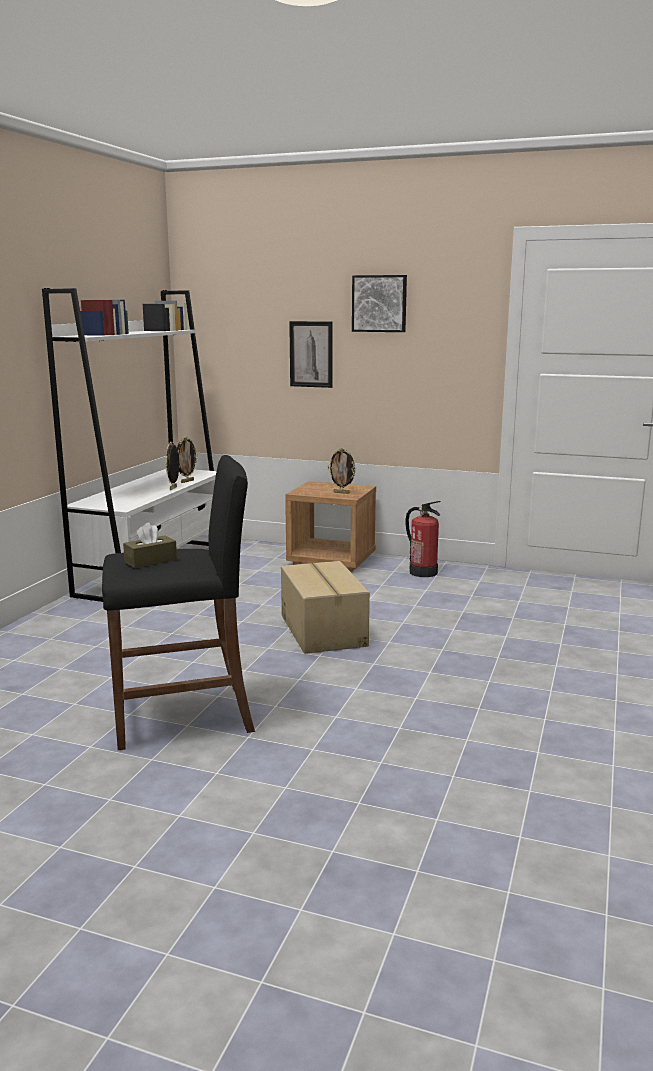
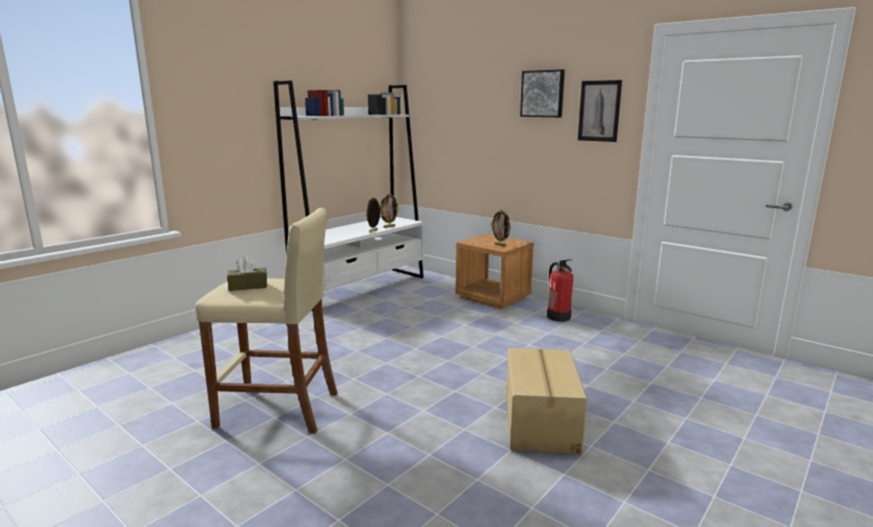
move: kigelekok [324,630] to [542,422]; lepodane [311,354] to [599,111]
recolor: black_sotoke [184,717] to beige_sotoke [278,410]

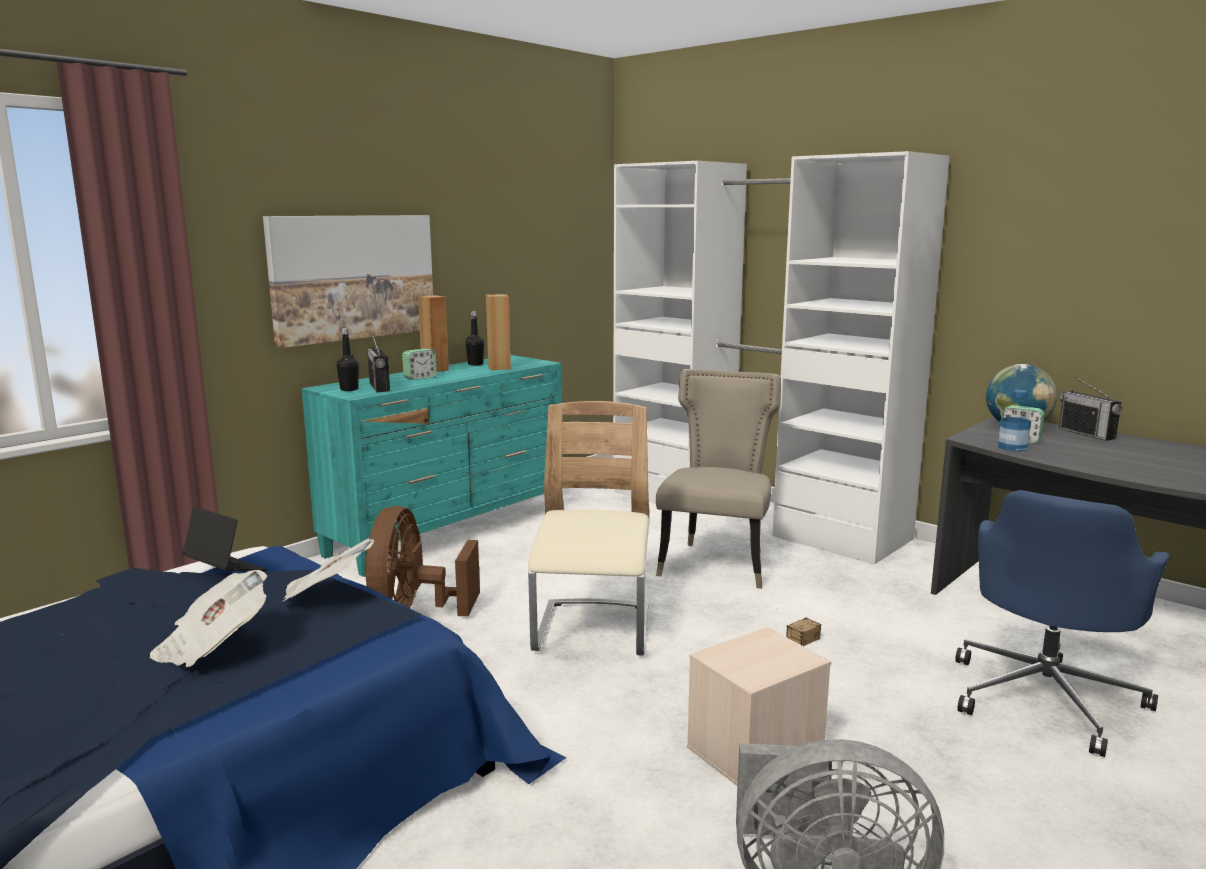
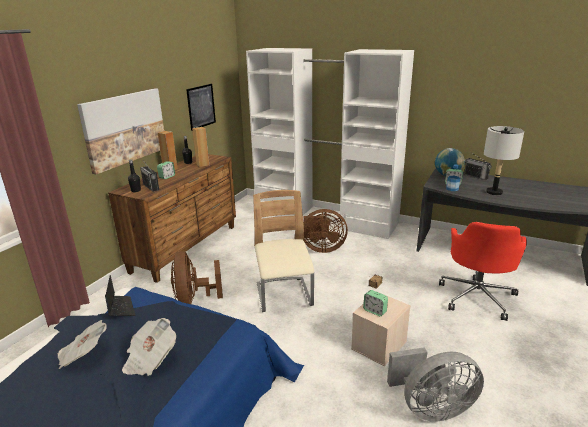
insert: lepodane [201,106]; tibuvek [375,311]; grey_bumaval [494,192]
move: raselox [327,593] to [83,354]
replace: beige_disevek [717,563] to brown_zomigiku [322,248]
recolor: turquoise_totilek [449,531] to brown_totilek [186,248]; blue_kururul [1046,697] to red_kururul [477,296]
rotate: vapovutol [225,570] = [120,309] 45 degrees clockwise

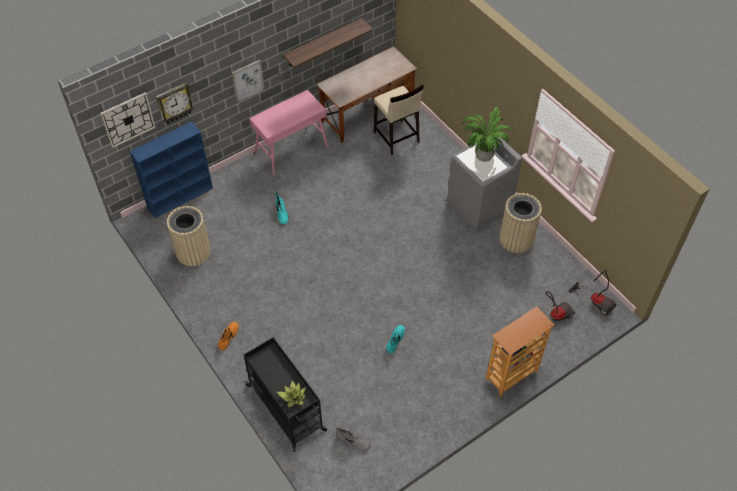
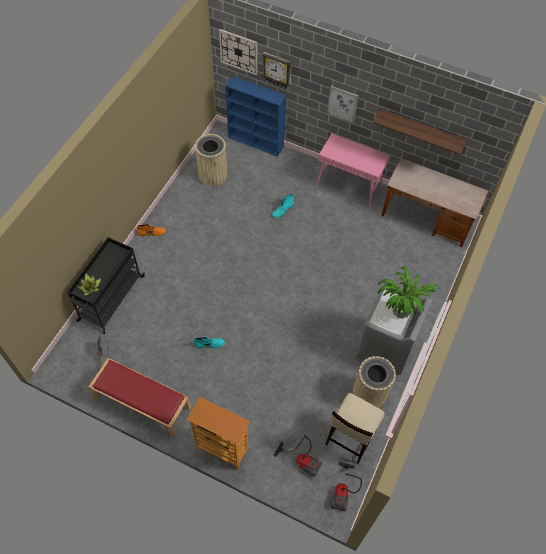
insert: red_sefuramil [142,402]
move: beige_sotoke [396,138] to [350,438]

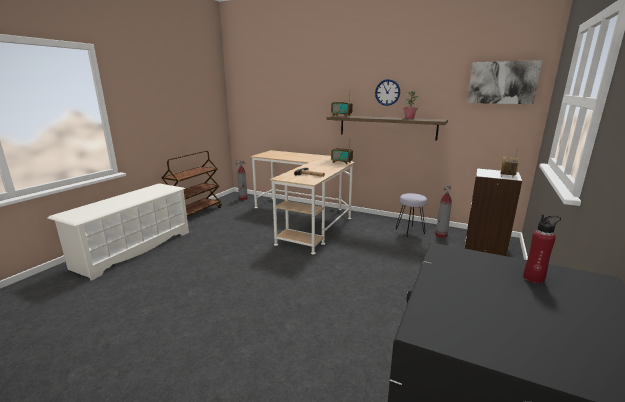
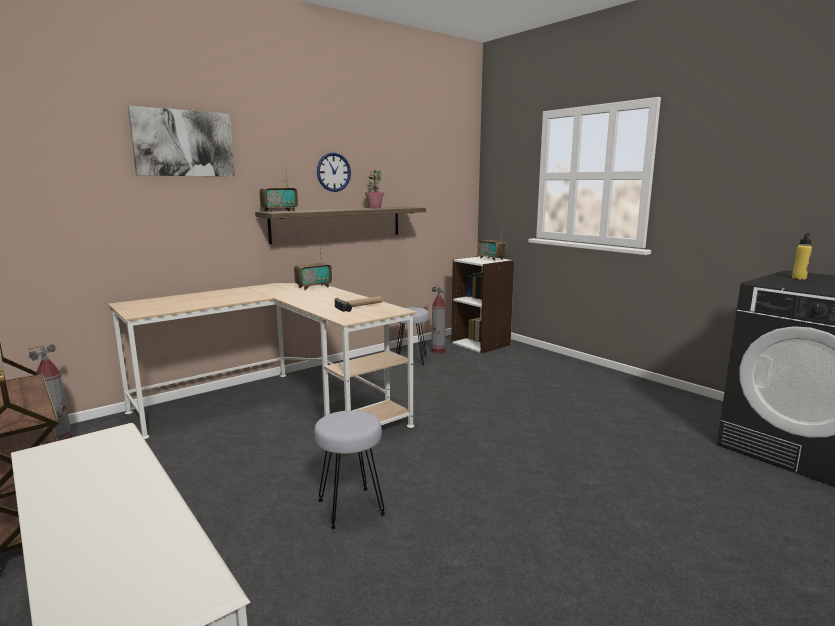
insert: grey_sotoke [350,508]
move: lepodane [502,82] to [184,143]
recolor: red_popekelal [533,278] to yellow_popekelal [799,278]

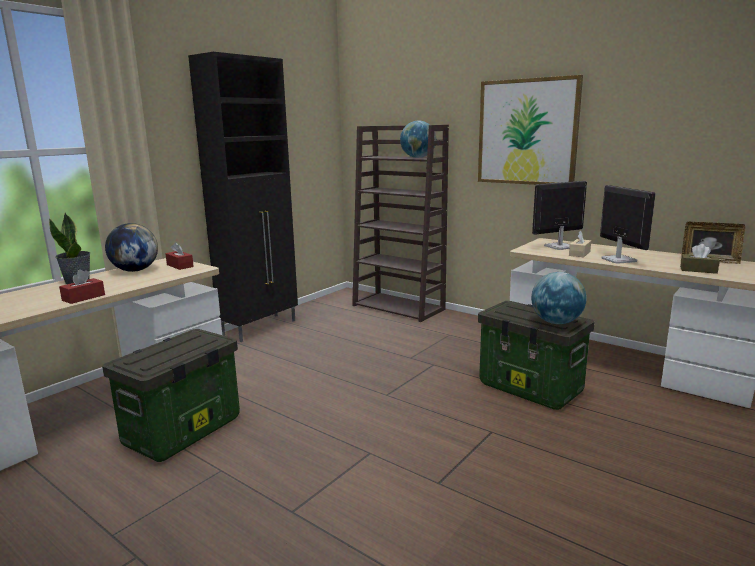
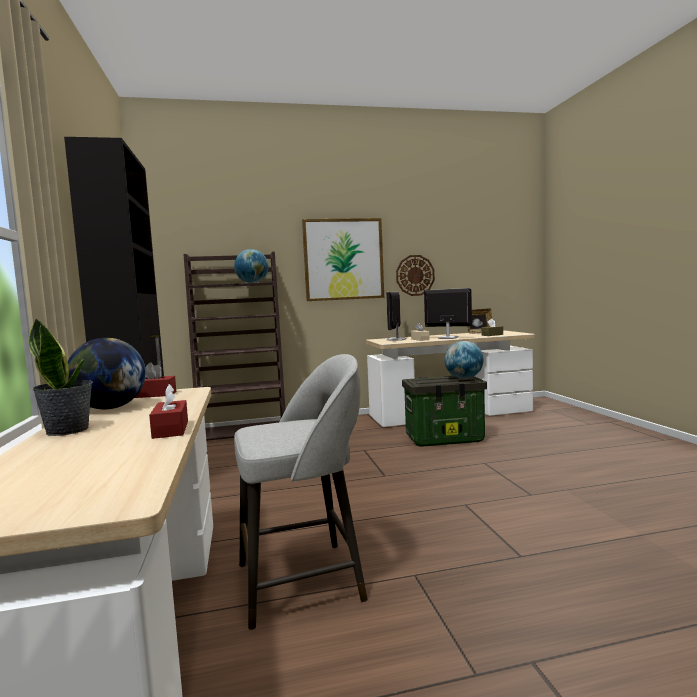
insert: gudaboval [415,275]
replace: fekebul [183,432] to grey_sotoke [304,581]

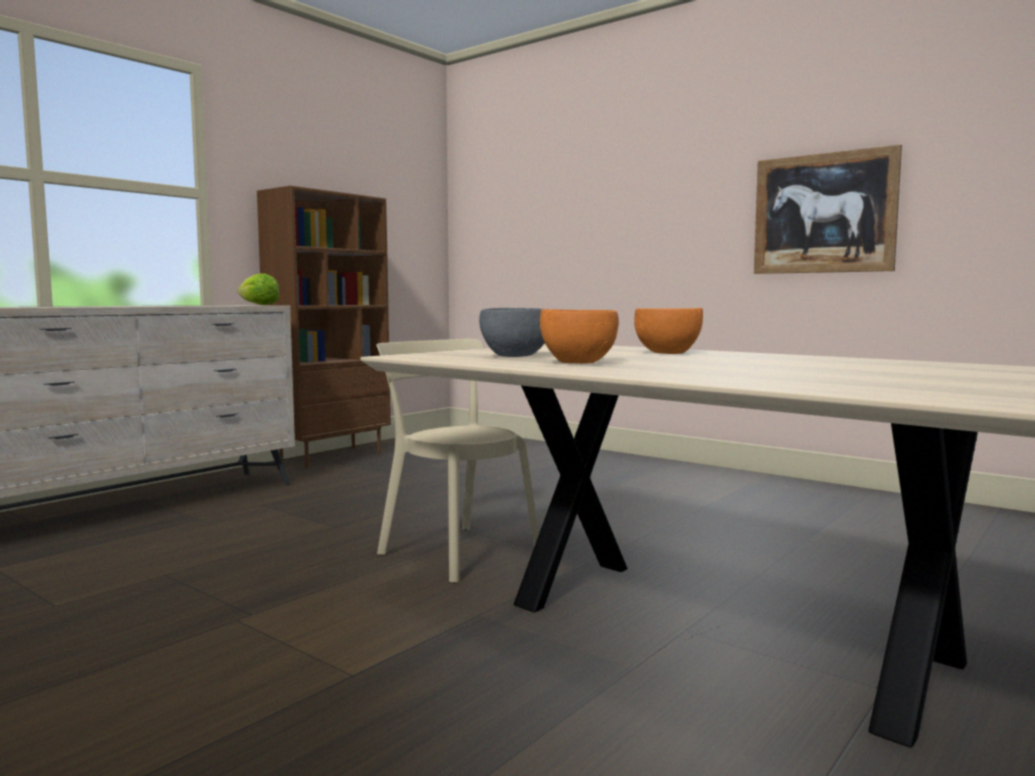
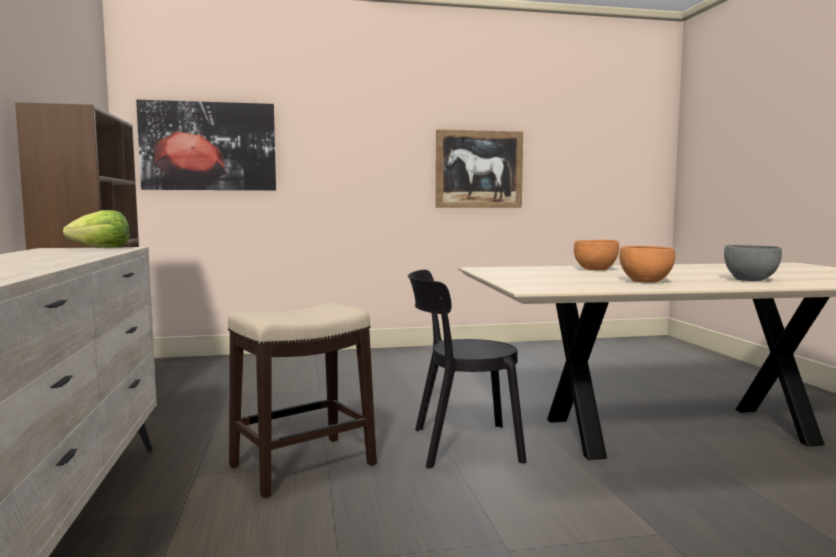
insert: lepodane [208,146]; sotoke [304,465]
move: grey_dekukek [514,356] to [750,280]
recolor: beige_disevek [455,551] to black_disevek [460,445]

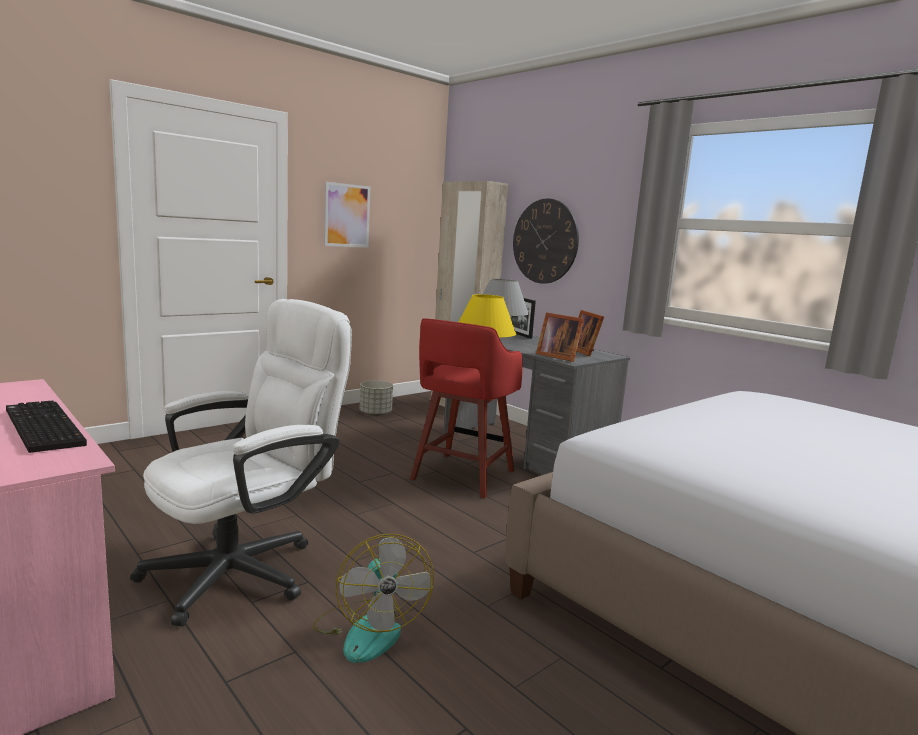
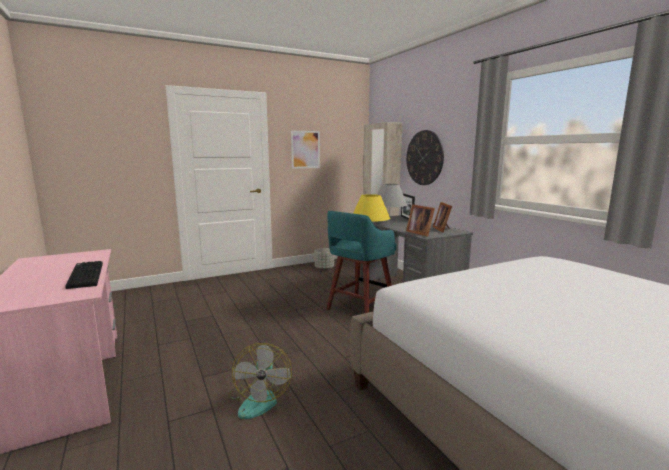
delete: white_kururul [247,568]
recolor: red_sotoke [461,476] to turquoise_sotoke [359,308]

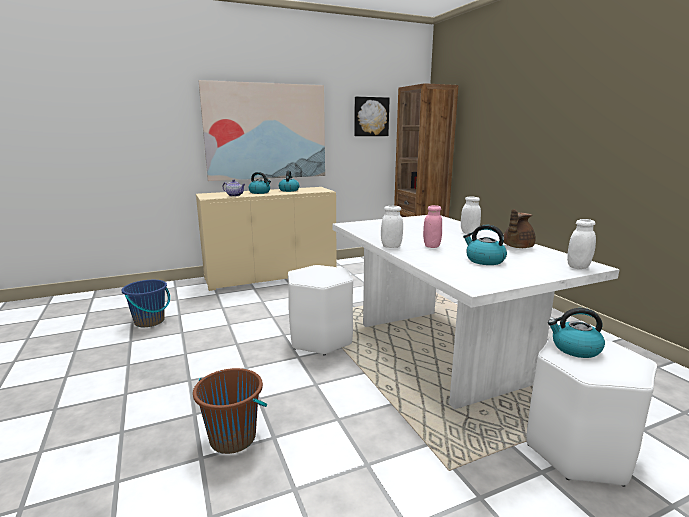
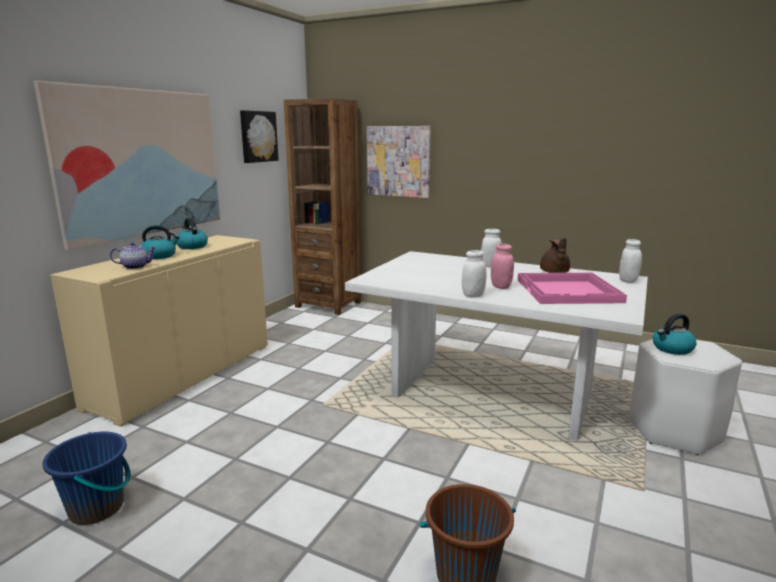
delete: white_sotoke [320,339]
insert: lepodane [398,161]
replace: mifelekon [484,260] to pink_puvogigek [569,291]

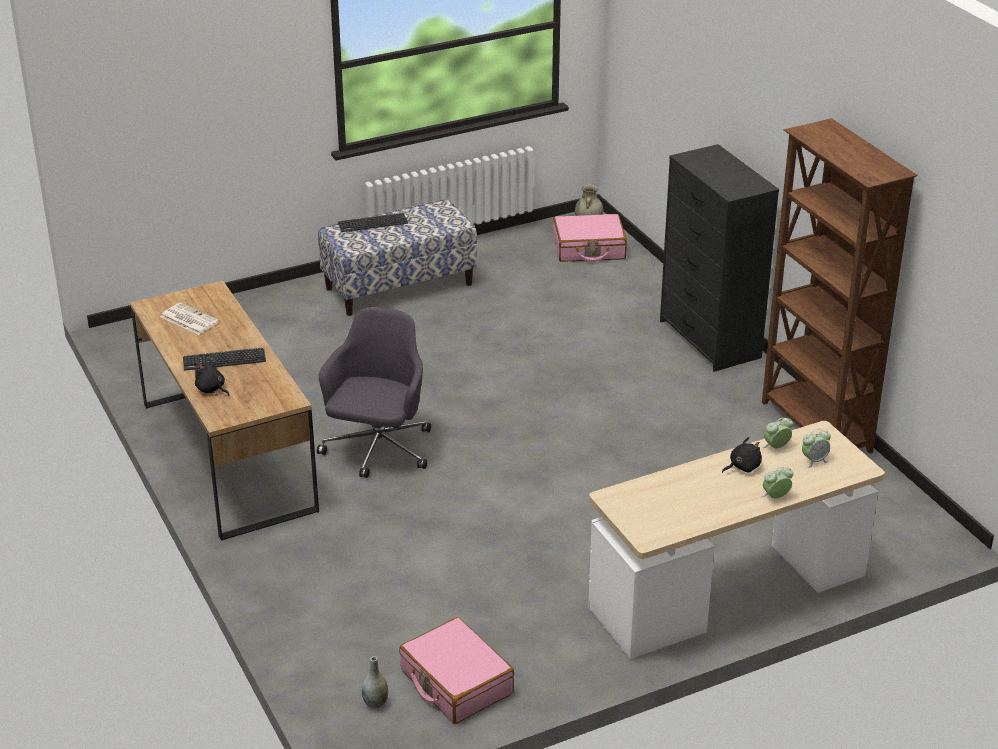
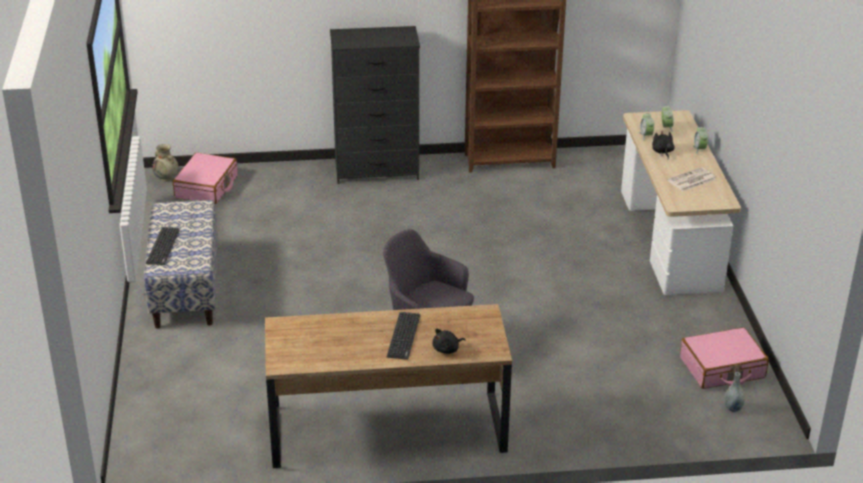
move: raselox [188,319] to [691,180]

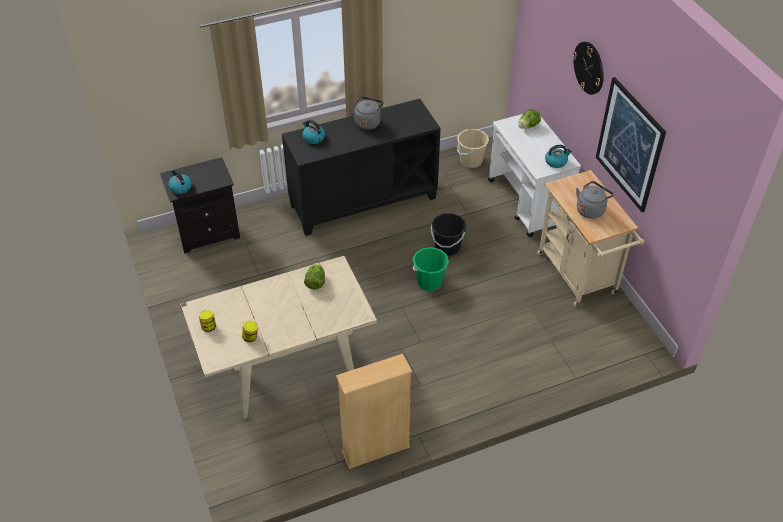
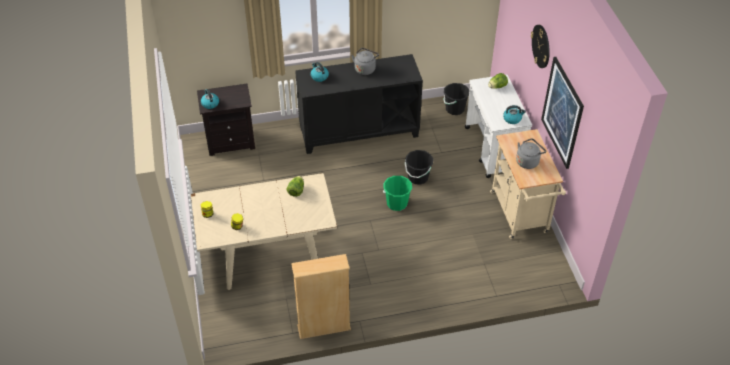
recolor: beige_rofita [471,160] to black_rofita [454,109]

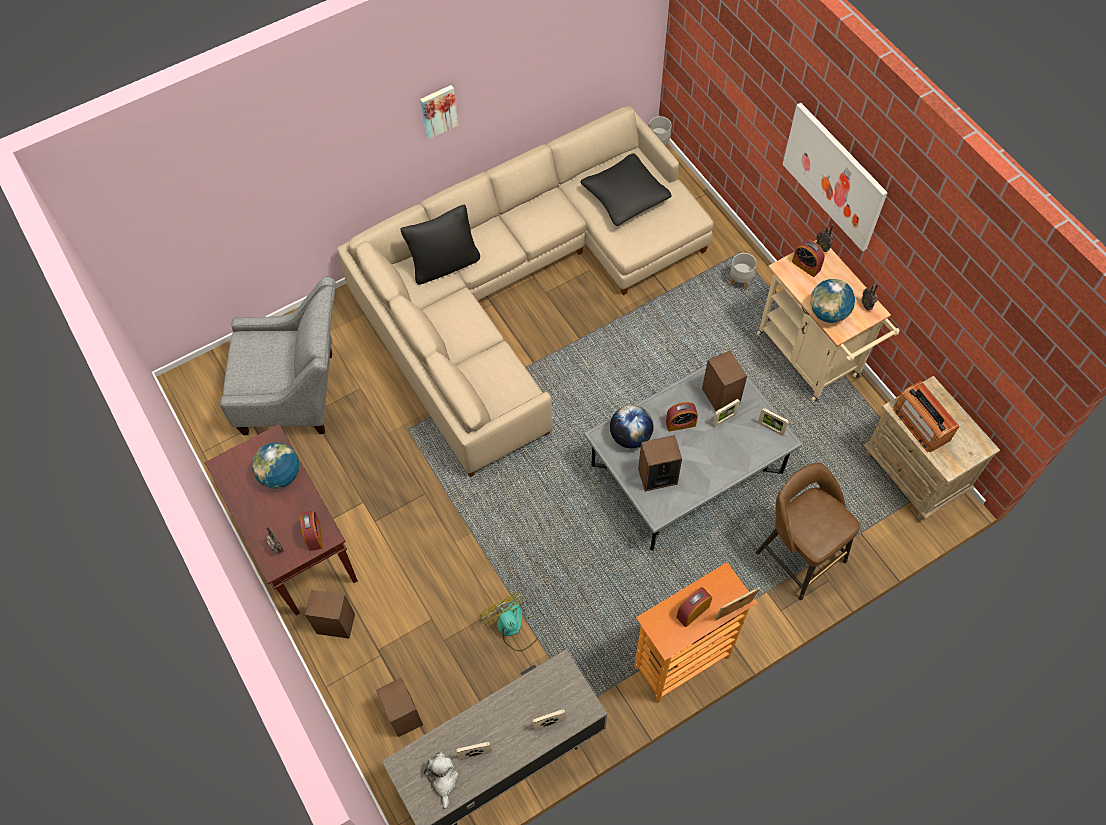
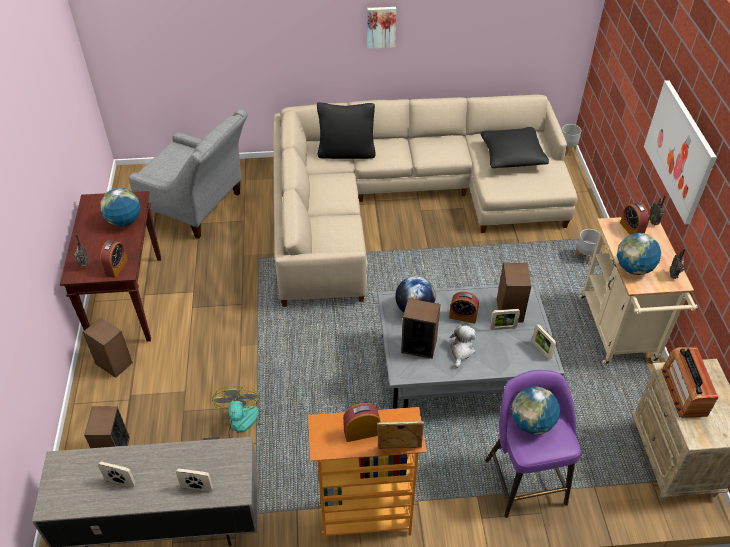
insert: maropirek [532,423]
move: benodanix [443,779] to [461,351]
recolor: brown_sotoke [799,555] to purple_sotoke [524,479]

